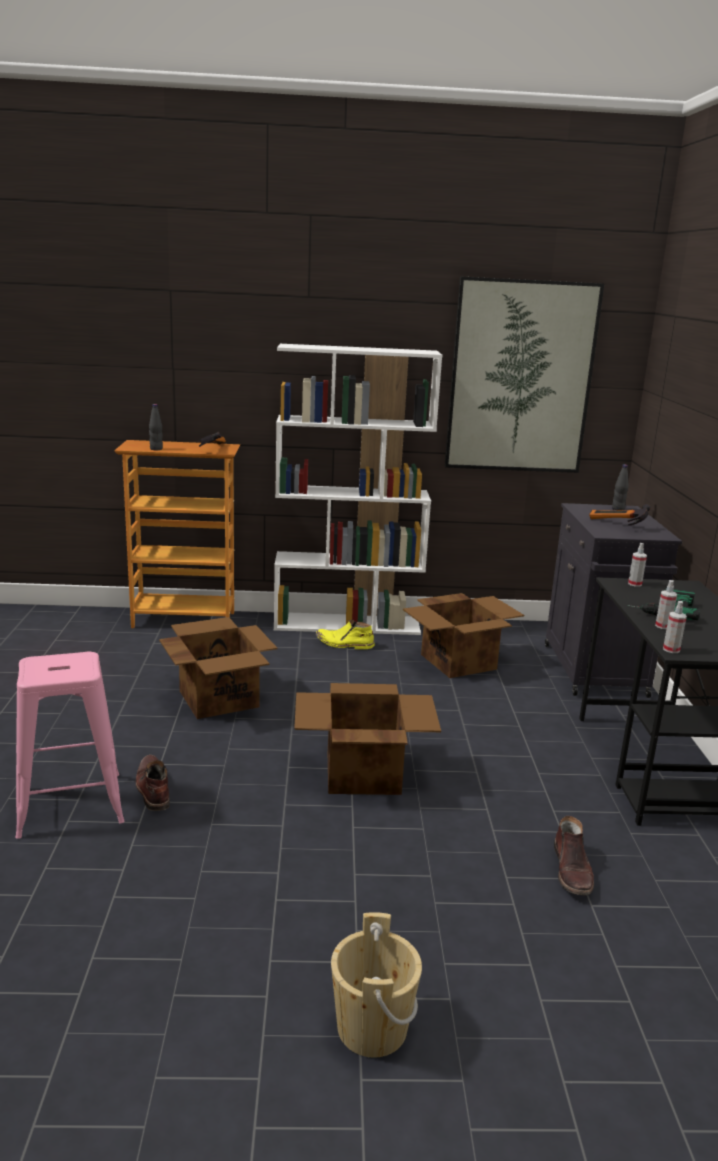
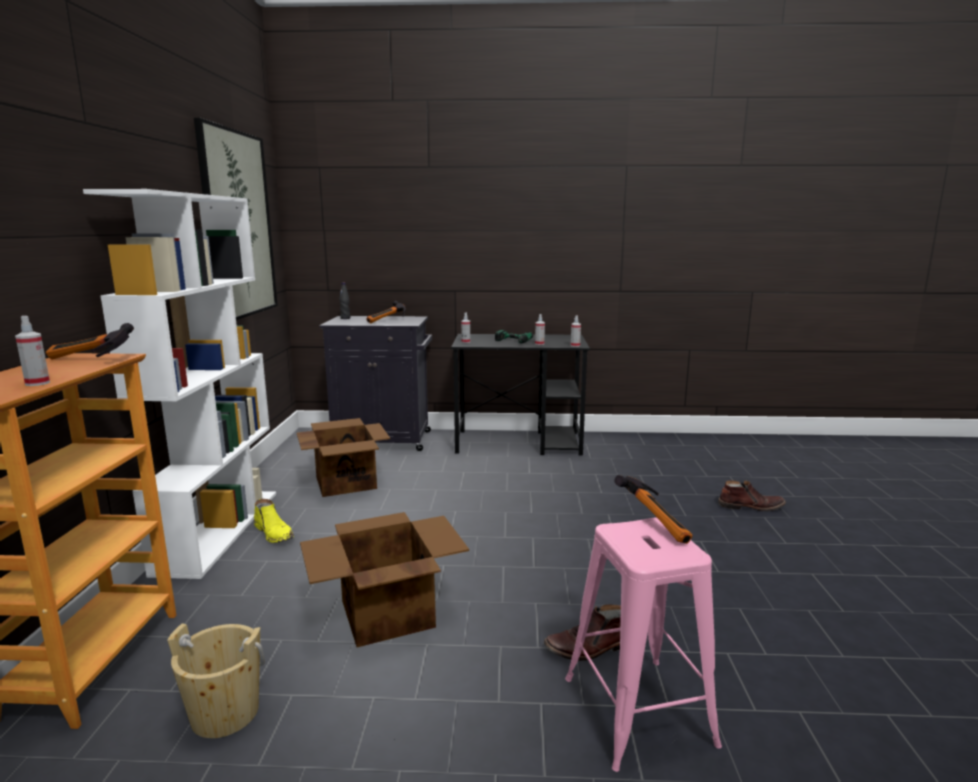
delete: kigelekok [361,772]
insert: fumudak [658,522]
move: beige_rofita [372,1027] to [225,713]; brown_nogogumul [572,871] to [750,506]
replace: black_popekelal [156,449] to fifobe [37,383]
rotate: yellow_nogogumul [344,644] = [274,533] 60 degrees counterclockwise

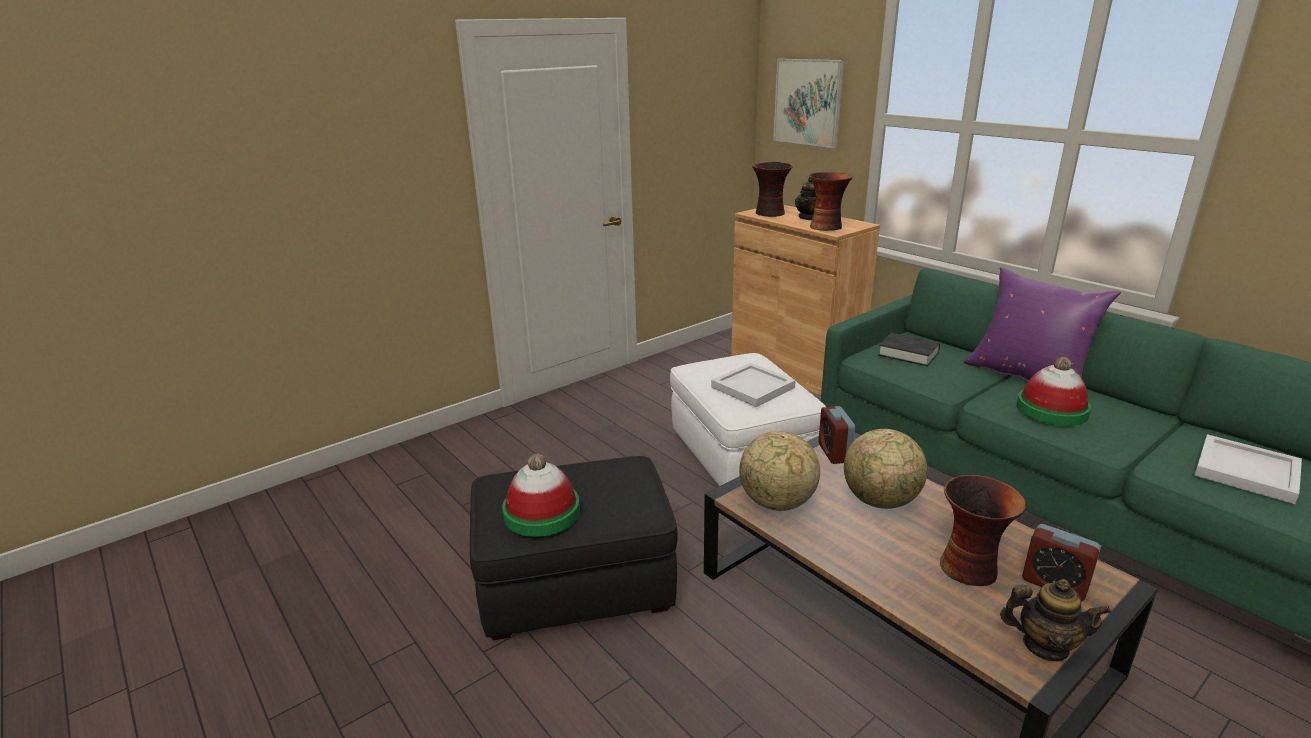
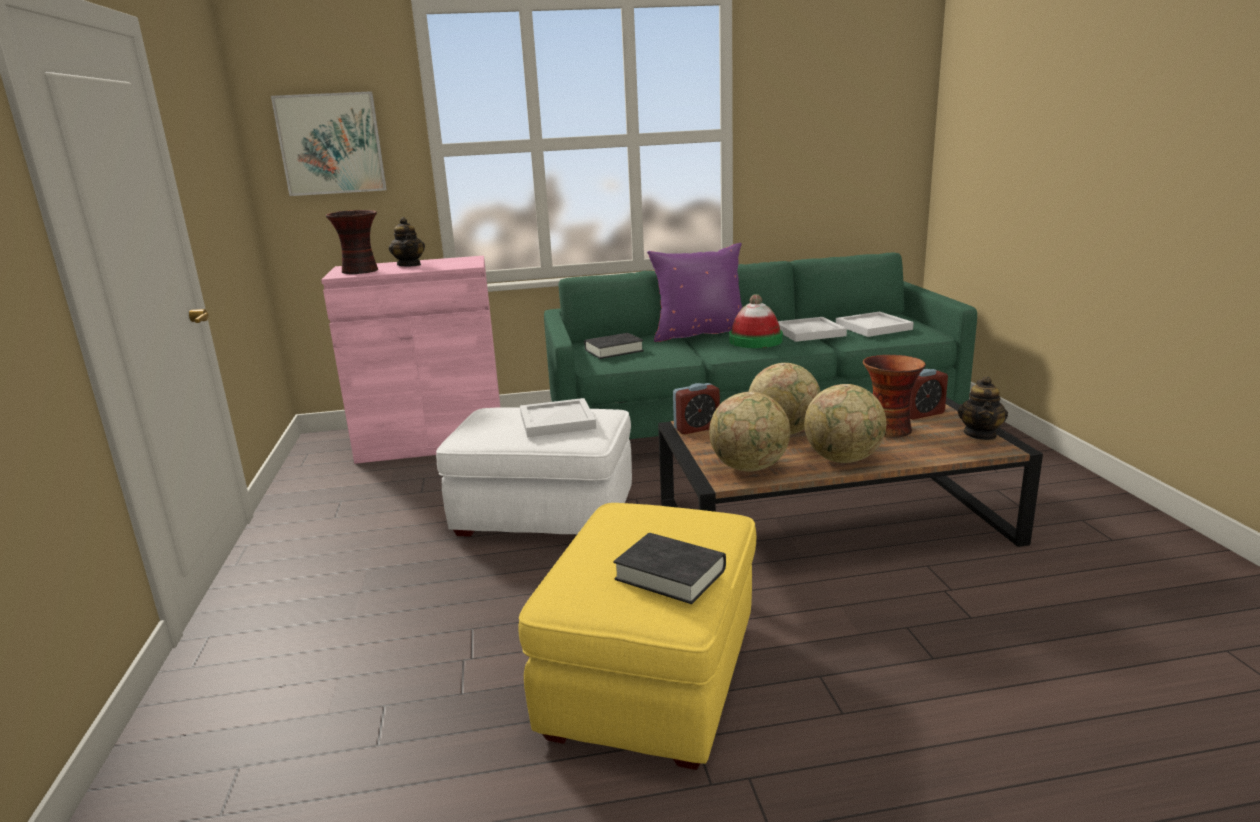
delete: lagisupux [826,227]
insert: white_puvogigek [809,332]; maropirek [843,459]
replace: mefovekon [542,512] to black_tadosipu [670,575]
recolor: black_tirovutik [577,586] to yellow_tirovutik [653,677]; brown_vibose [794,367] to pink_vibose [432,442]
rotate: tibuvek [834,453] = [696,428] 45 degrees counterclockwise; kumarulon [1045,646] = [980,434] 150 degrees clockwise

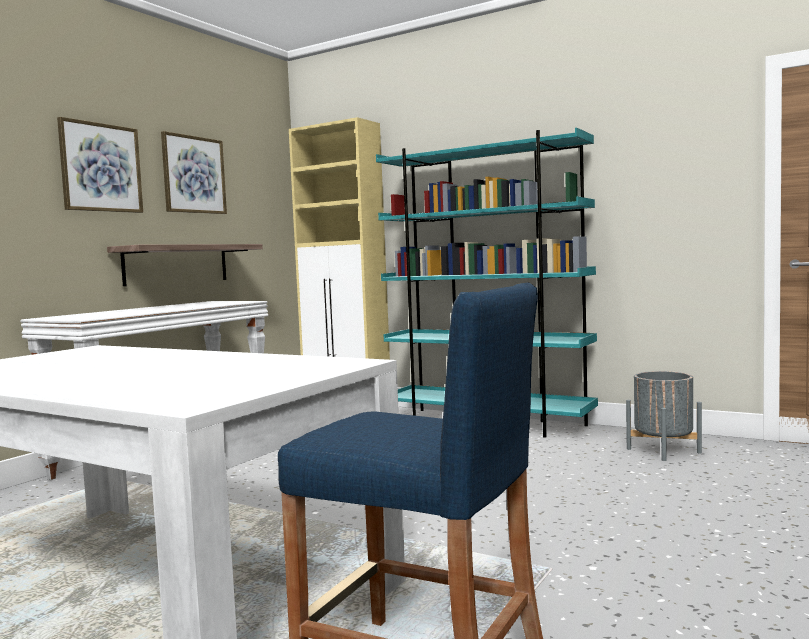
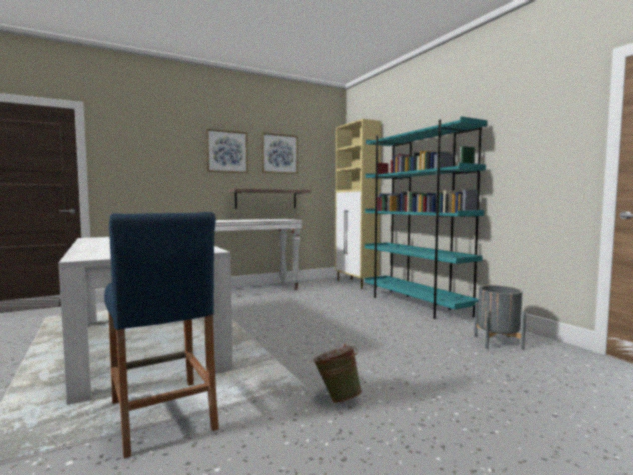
insert: green_rofita [337,398]

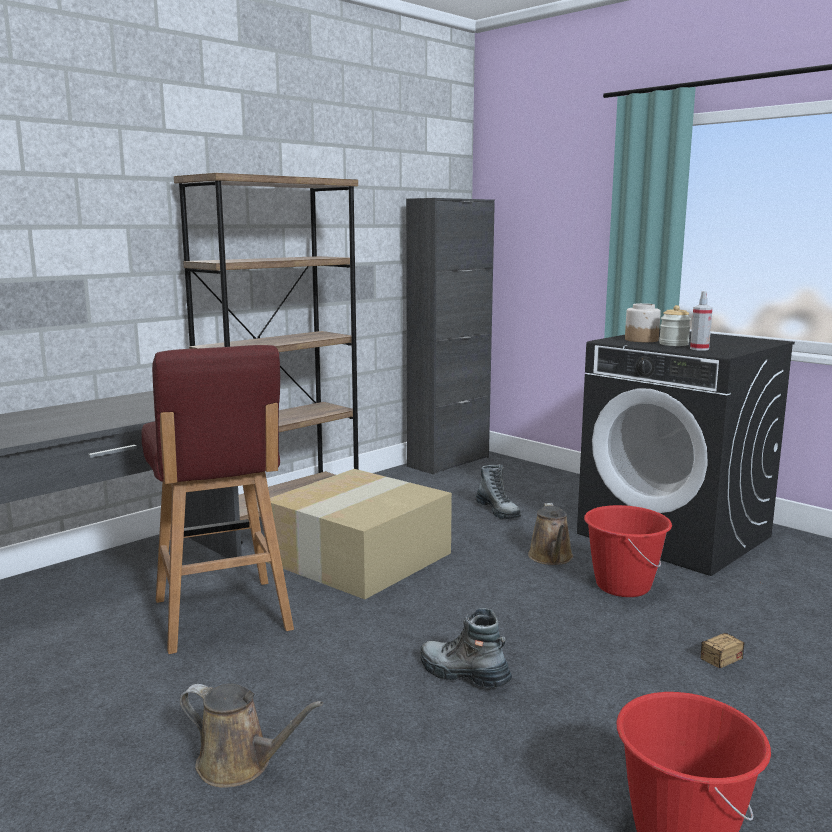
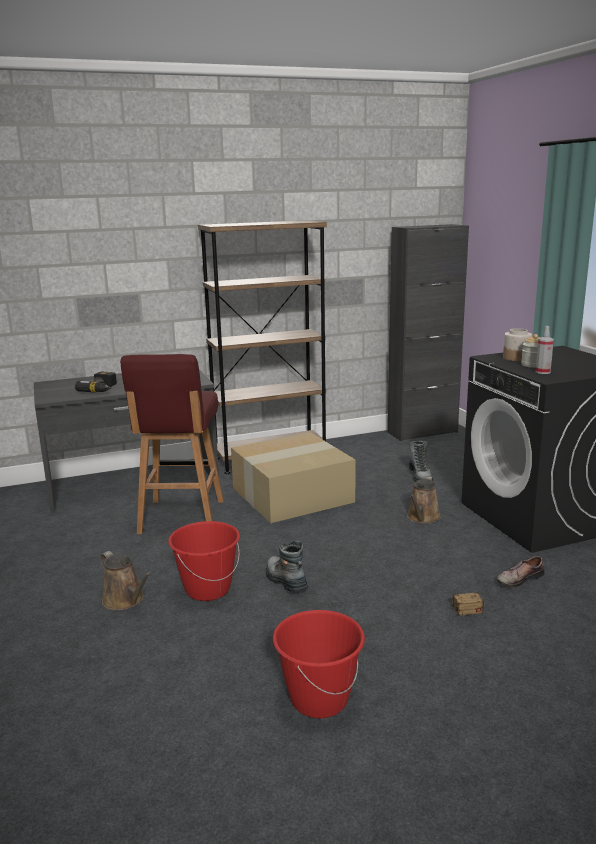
insert: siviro [102,389]; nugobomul [518,578]
move: red_rofita [622,586] to [207,589]

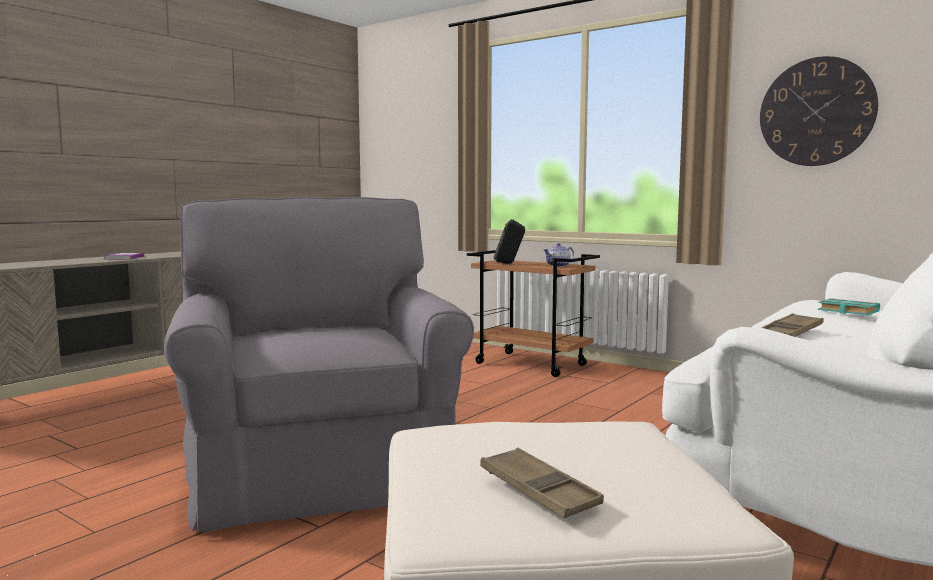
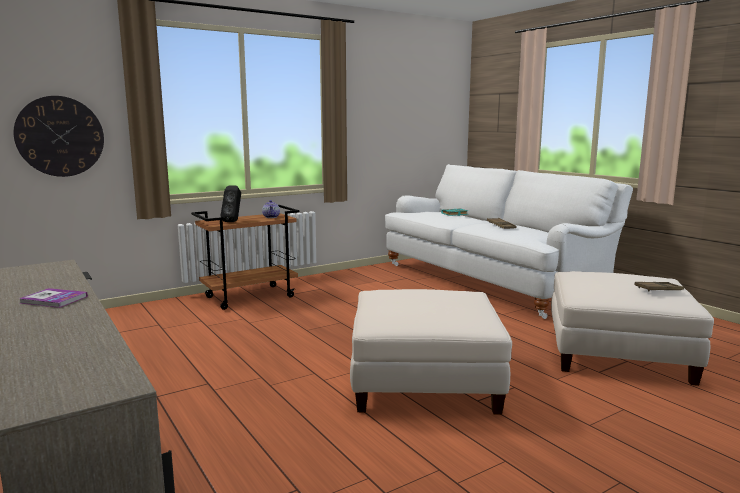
move: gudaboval [816,112] to [60,136]
replace: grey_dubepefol [321,469] to white_tirovutik [424,380]

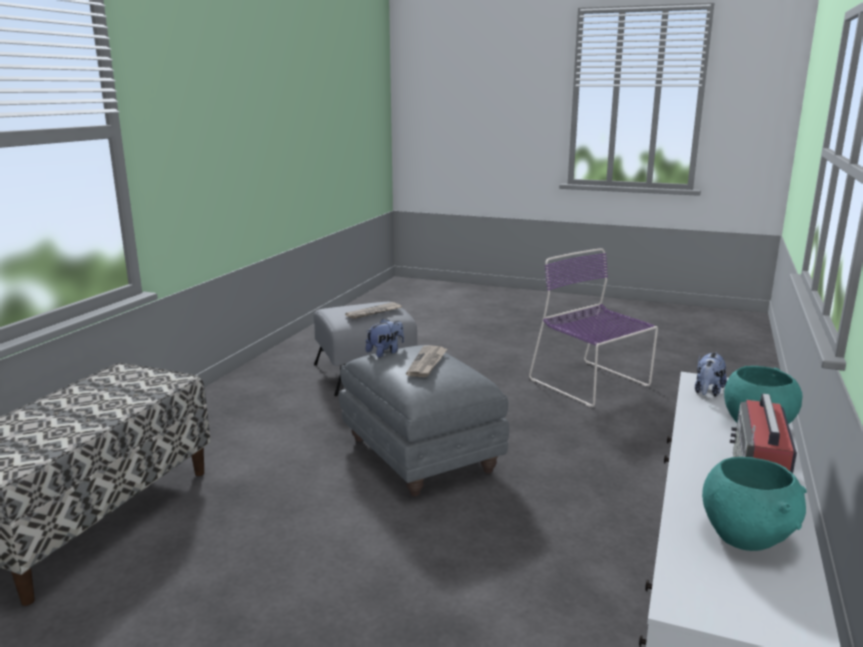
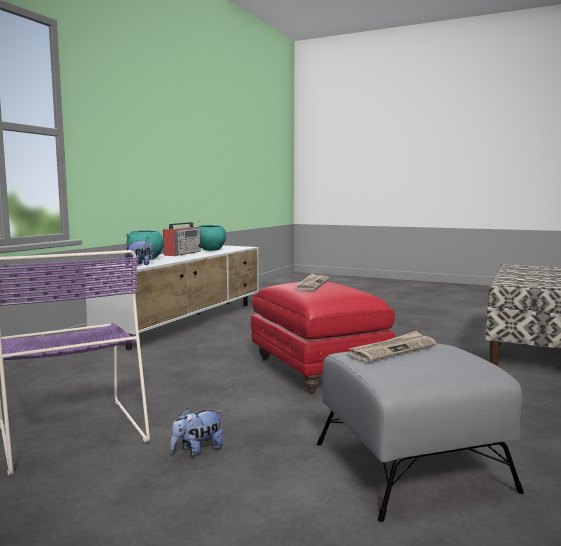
move: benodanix [385,352] to [197,450]
recolor: grey_tirovutik [419,455] to red_tirovutik [318,370]

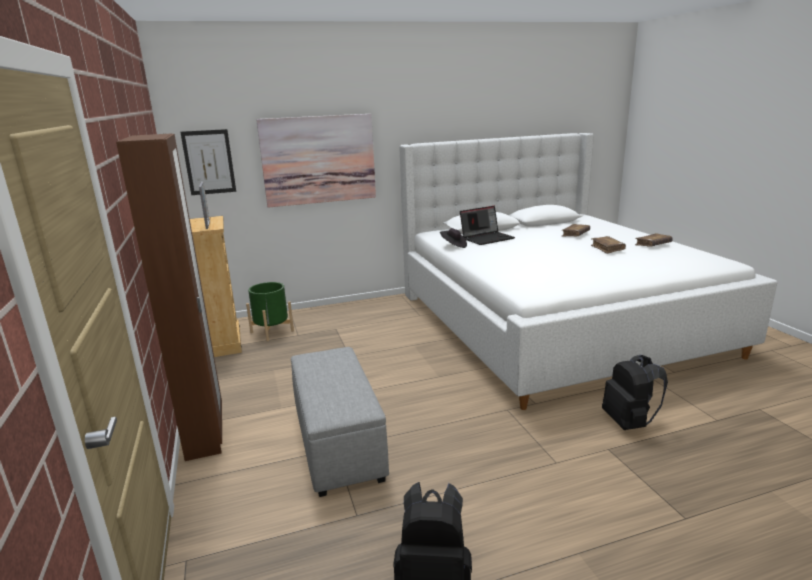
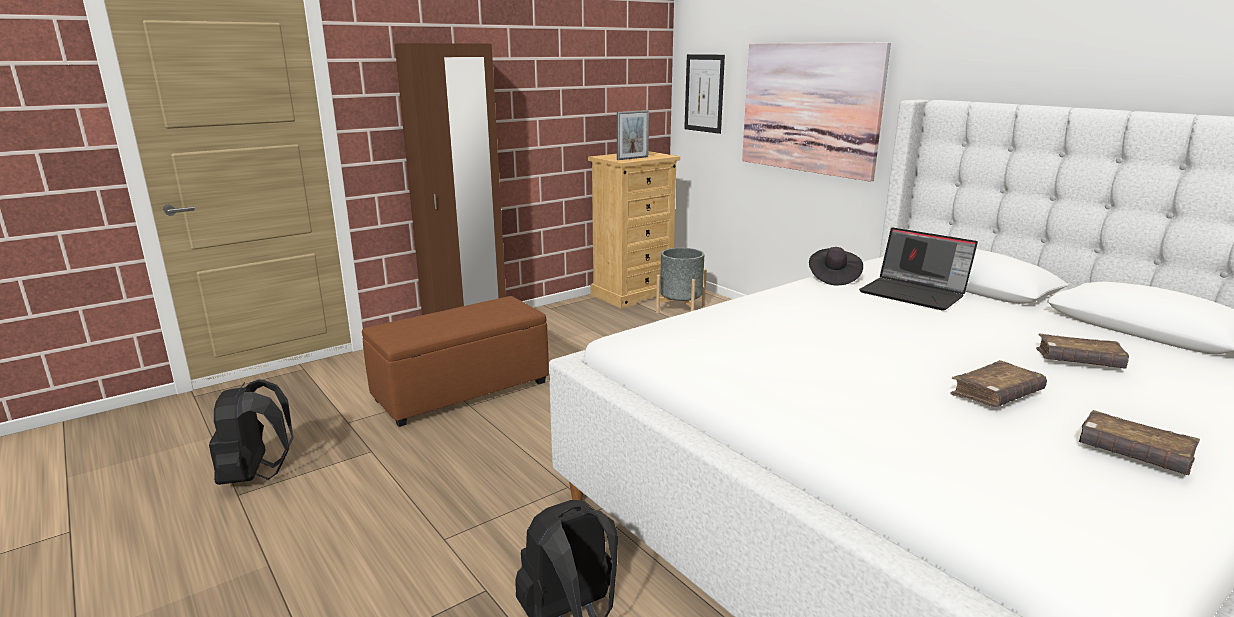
recolor: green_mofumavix [272,331] to grey_mofumavix [680,309]; grey_tirovutik [338,444] to brown_tirovutik [461,391]

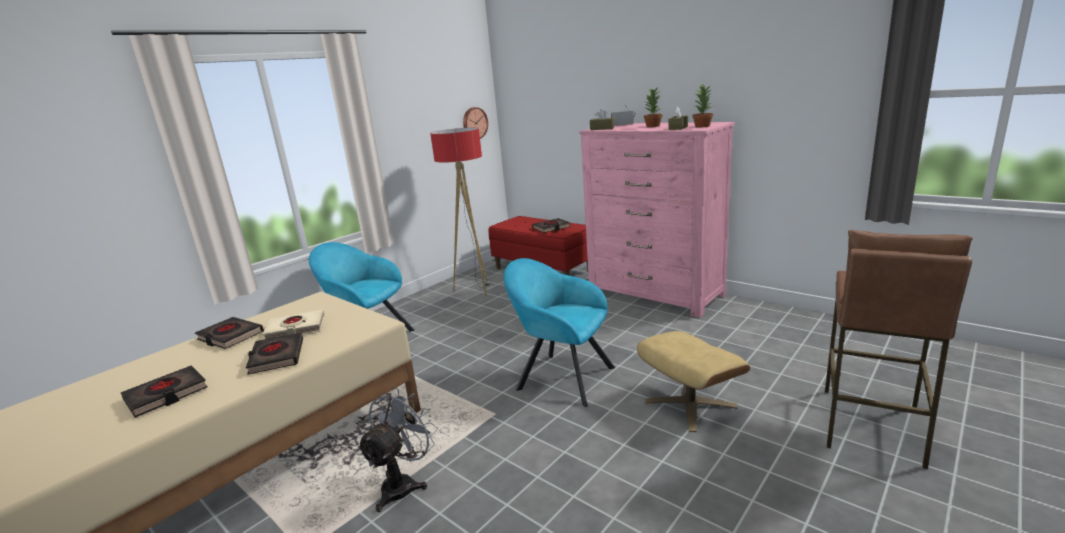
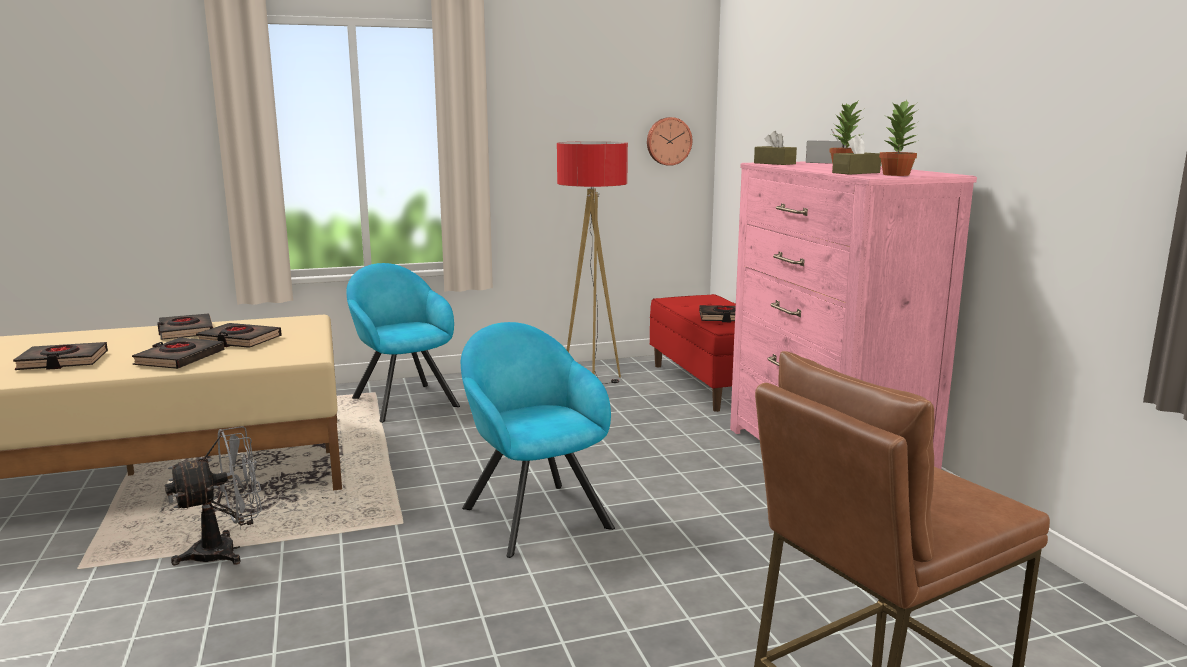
delete: beige_tirovutik [689,404]
recolor: beige_tadosipu [296,329] to black_tadosipu [239,340]

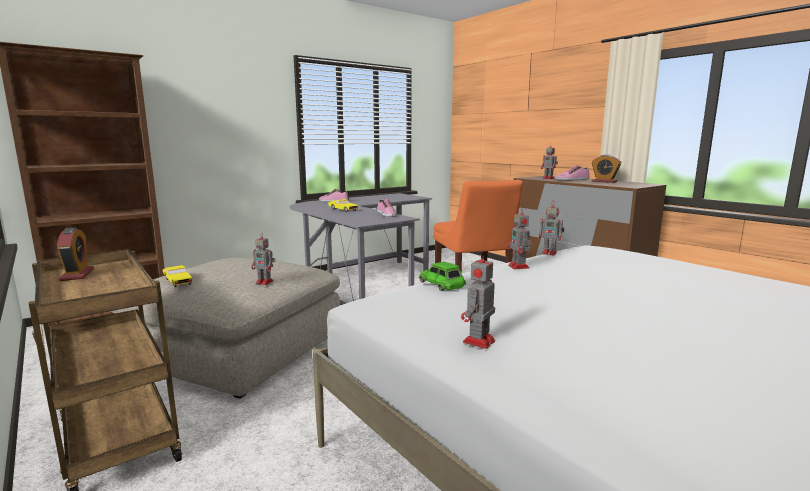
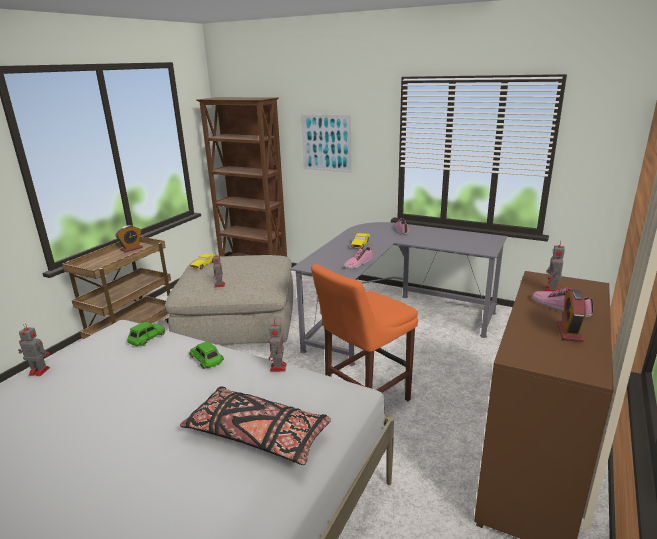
insert: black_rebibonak [258,435]; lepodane [326,143]
replace: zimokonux [519,267] to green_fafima [207,359]

